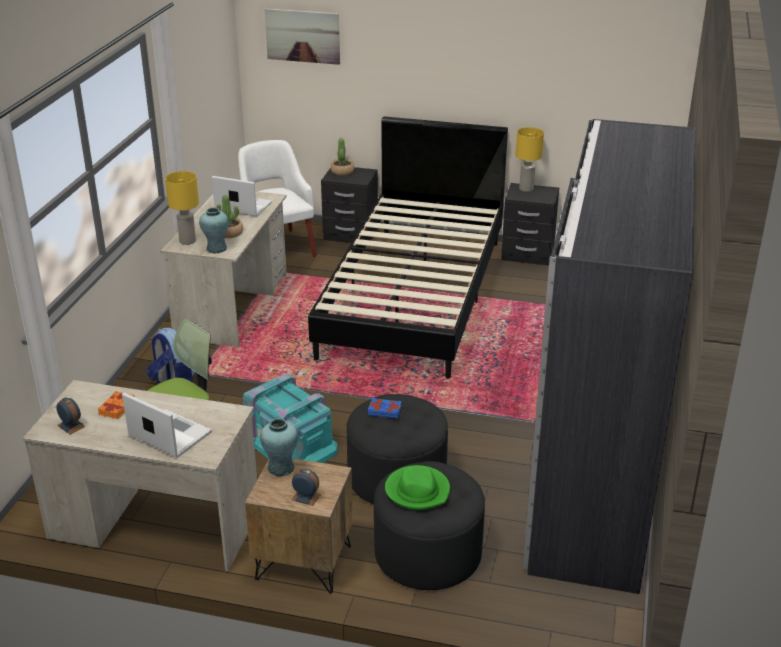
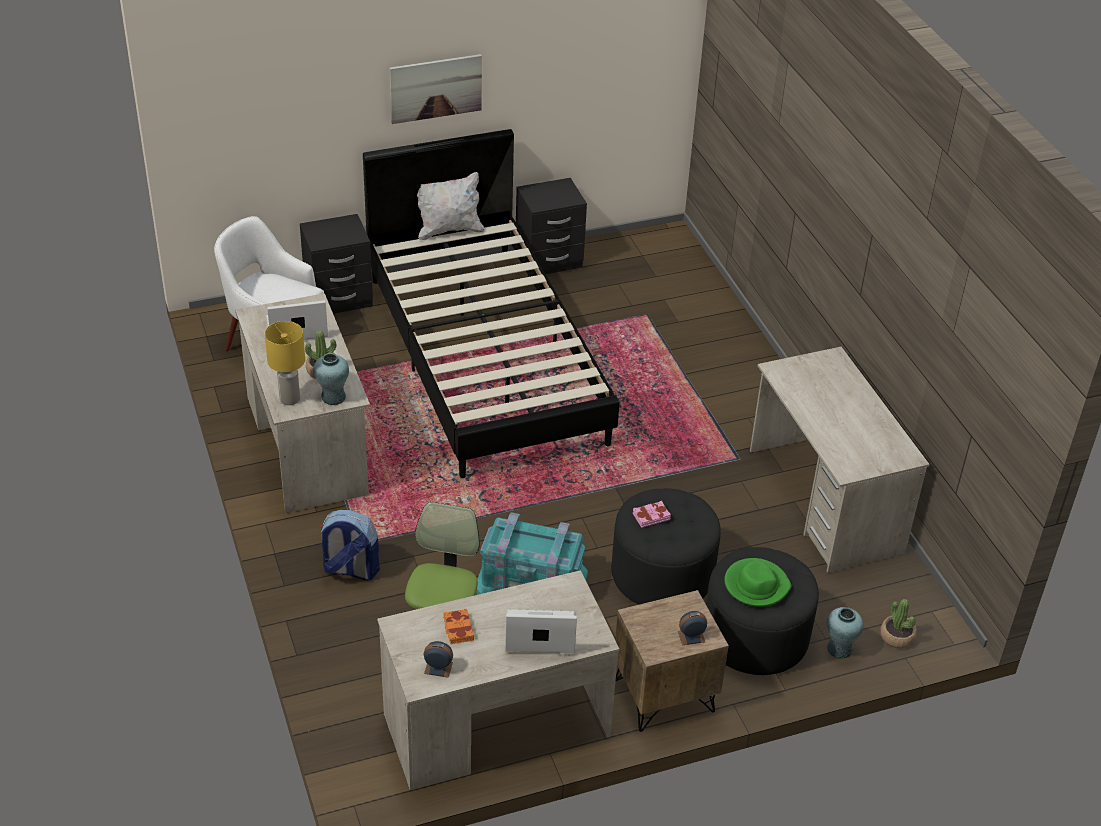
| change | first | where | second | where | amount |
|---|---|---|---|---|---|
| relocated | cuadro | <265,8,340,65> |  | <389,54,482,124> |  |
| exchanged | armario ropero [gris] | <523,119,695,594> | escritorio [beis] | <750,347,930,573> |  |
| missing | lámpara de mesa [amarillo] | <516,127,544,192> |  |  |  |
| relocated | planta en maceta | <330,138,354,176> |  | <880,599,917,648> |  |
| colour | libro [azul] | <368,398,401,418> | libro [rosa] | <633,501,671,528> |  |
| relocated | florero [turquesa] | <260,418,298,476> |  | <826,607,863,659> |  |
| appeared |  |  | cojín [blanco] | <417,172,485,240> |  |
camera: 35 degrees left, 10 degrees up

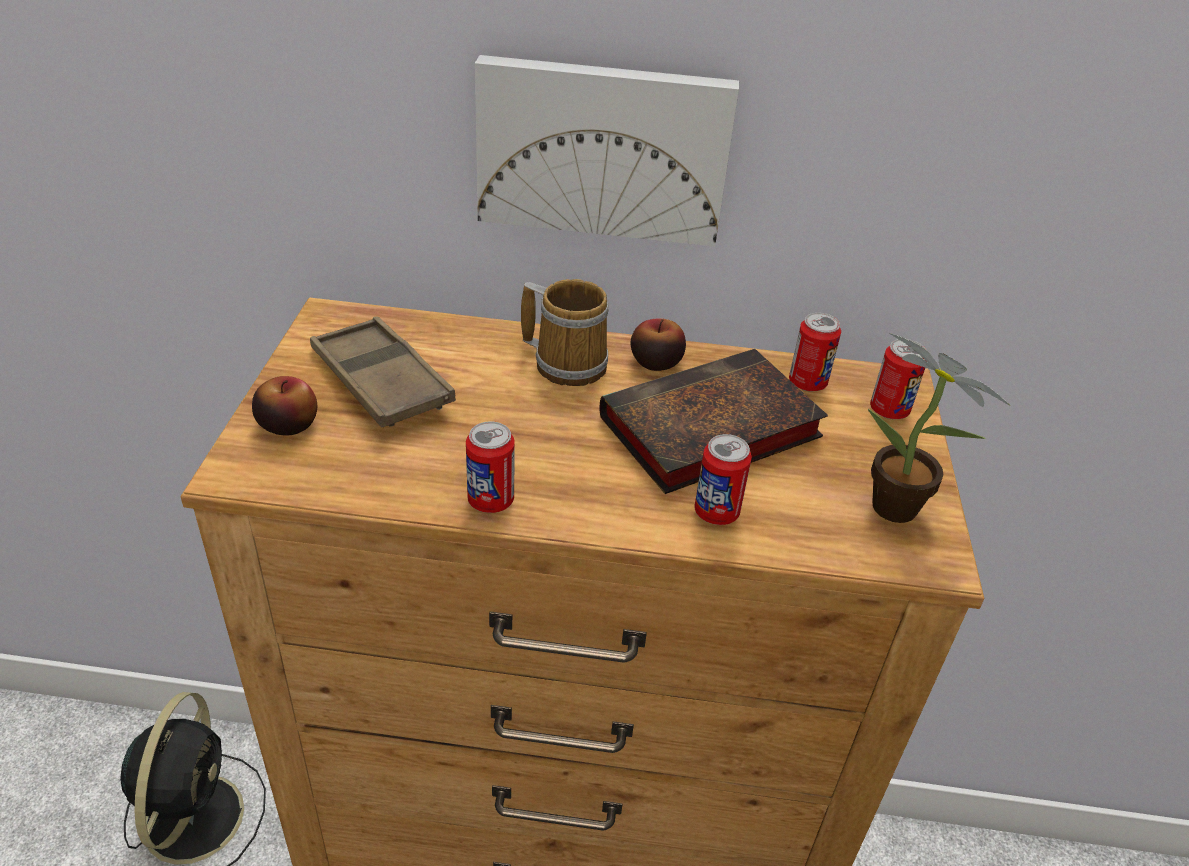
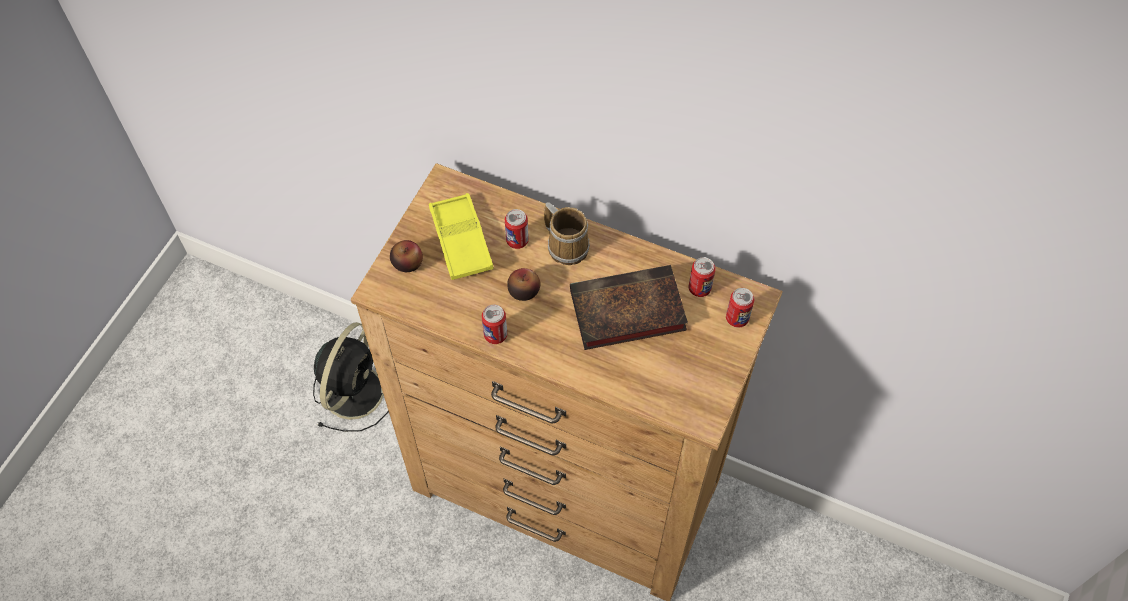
| change | first | where | second | where | amount |
|---|---|---|---|---|---|
| missing | cuadro | <475,55,739,246> |  |  |  |
| colour | bandeja [marrón] | <310,316,456,428> | bandeja [amarillo] | <429,193,494,280> |  |
| relocated | manzana | <631,318,686,371> |  | <507,268,541,301> |  |
| missing | planta en maceta | <868,333,1011,523> |  |  |  |
| relocated | lata | <694,434,752,525> |  | <505,209,529,249> |  |
camera: 20 degrees right, 20 degrees up

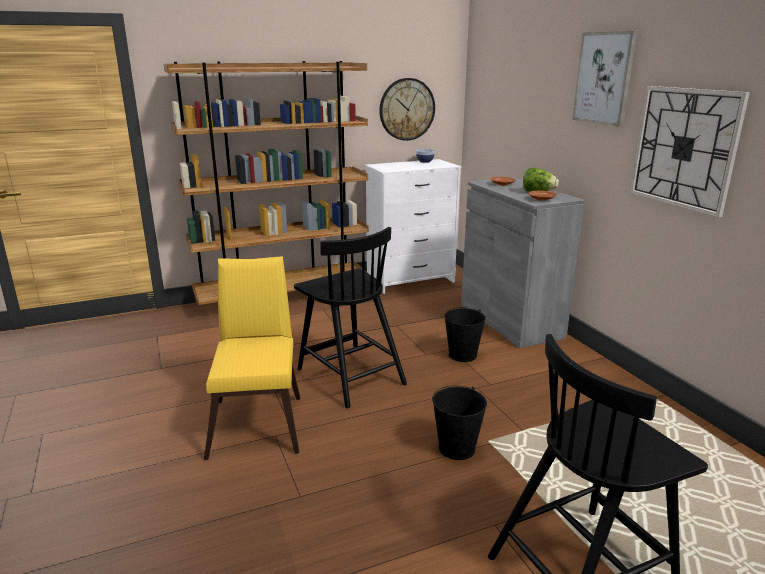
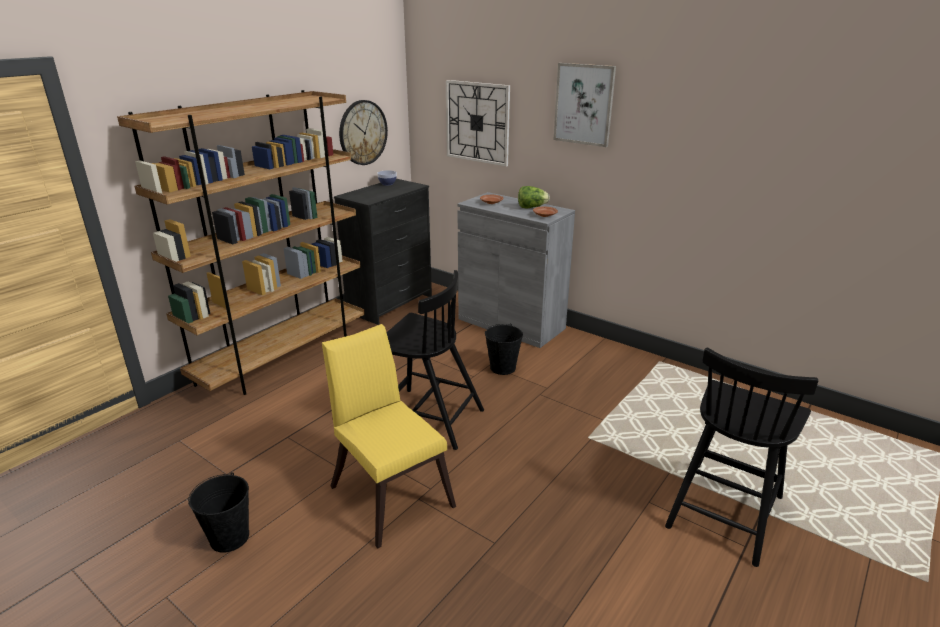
| change | first | where | second | where | amount |
|---|---|---|---|---|---|
| relocated | reloj de pared | <630,86,750,218> |  | <446,80,510,167> |  |
| colour | cómoda [blanco] | <365,159,461,294> | cómoda [negro] | <334,179,432,325> |  |
| relocated | cubo [negro] | <432,386,487,460> |  | <188,472,249,553> |  |
camera: 30 degrees left, 5 degrees up

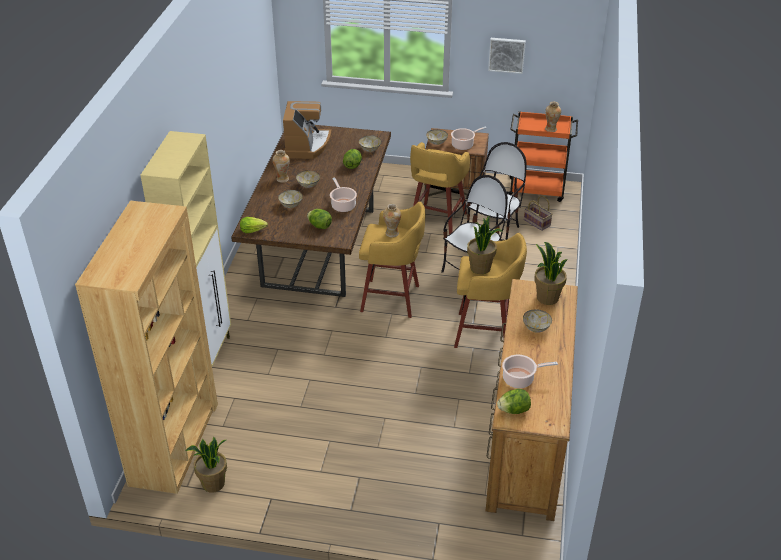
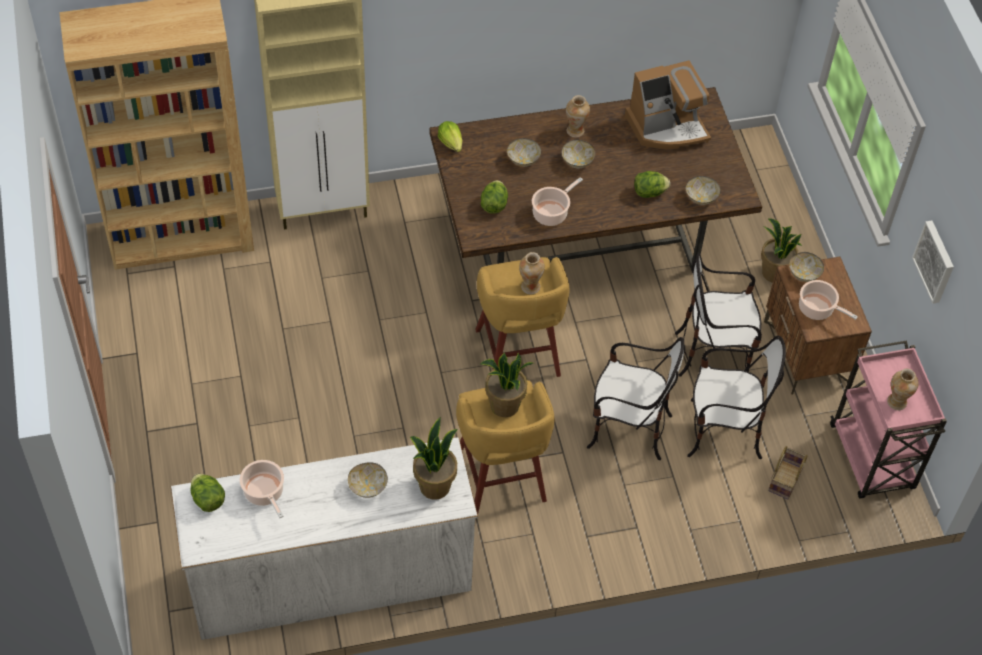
| change | first | where | second | where | amount |
|---|---|---|---|---|---|
| colour | carrito [naranja] | <507,111,578,202> | carrito [rosa] | <830,341,947,498> |  |
| exchanged | taburete [amarillo] | <410,142,470,235> | silla | <675,252,762,377> |  |
| colour | cómoda [marrón] | <485,279,578,521> | cómoda [blanco] | <171,437,478,640> |  |
| relocated | planta en maceta | <185,436,227,493> |  | <761,219,802,283> |  |
camera: 65 degrees right, 15 degrees up

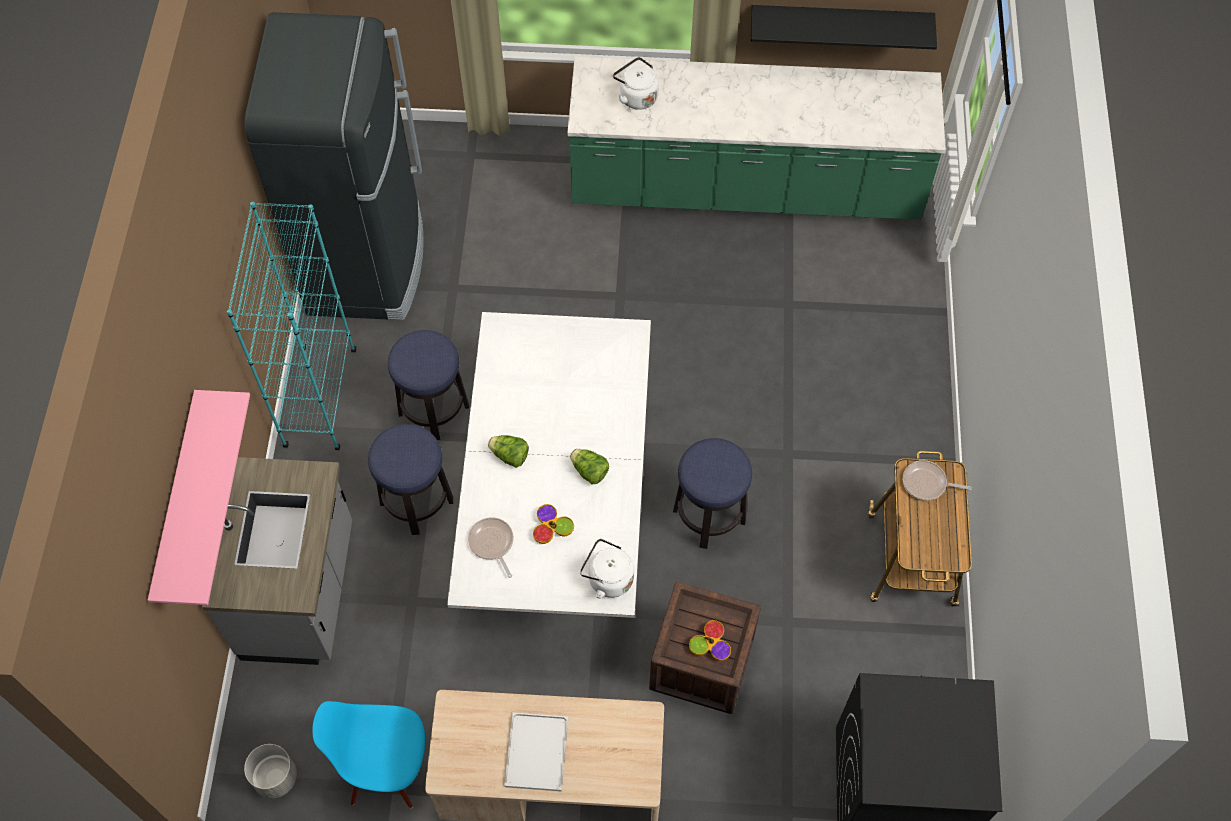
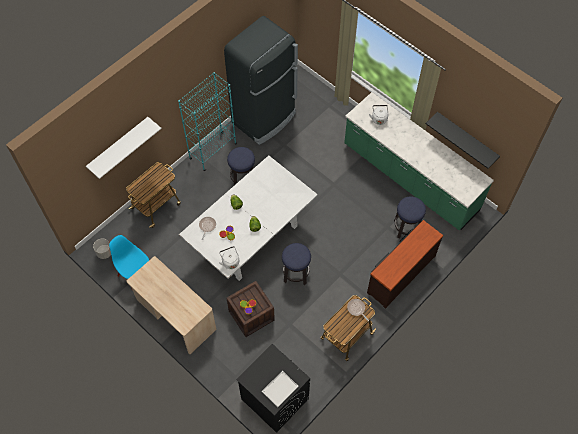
| change | first | where | second | where | amount |
|---|---|---|---|---|---|
| colour | estante [rosa] | <148,390,250,605> | estante [blanco] | <86,117,161,179> |  |
| relocated | taburete | <368,424,453,535> |  | <394,196,426,239> |  |
| exchanged | mueble bajo de cocina [gris] | <202,457,352,665> | carrito | <126,162,181,228> |  |
| relocated | bandeja [blanco] | <504,712,568,792> |  | <262,371,299,407> |  |
| appeared |  |  | cómoda [marrón] | <367,220,443,309> |  |
camera: 40 degrees right, 0 degrees up

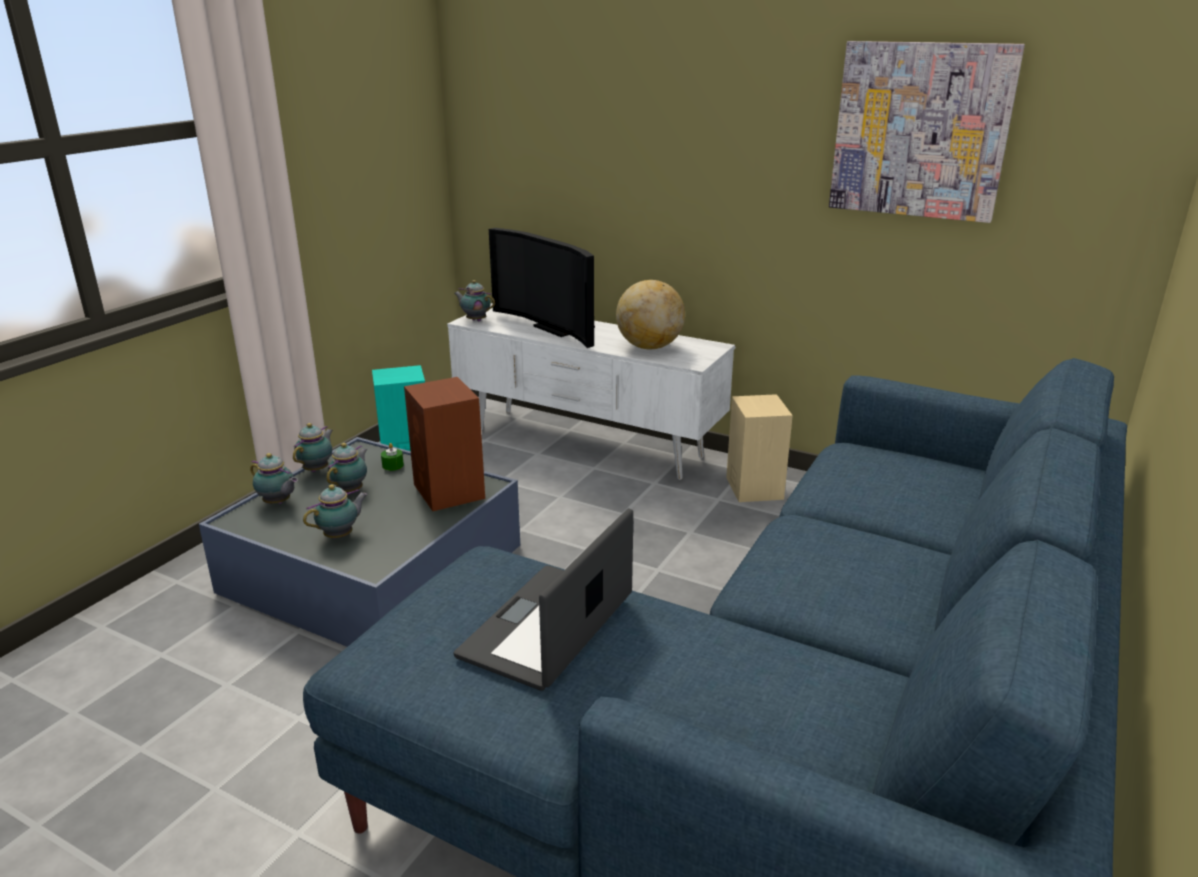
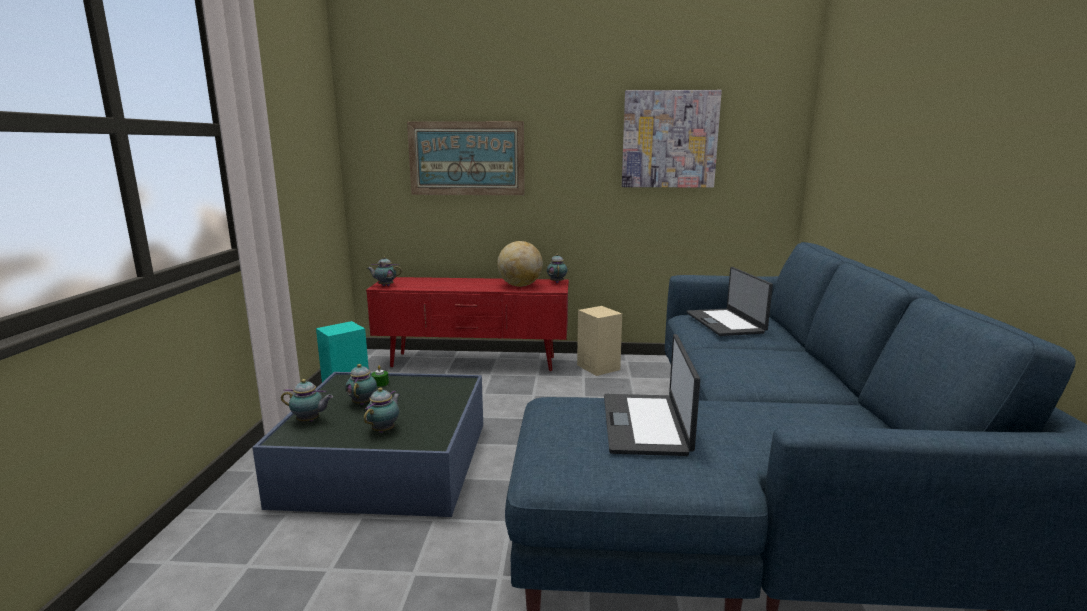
| change | first | where | second | where | amount |
|---|---|---|---|---|---|
| missing | televisor | <489,228,595,348> |  |  |  |
| colour | mueble de televisión [blanco] | <447,303,736,480> | mueble de televisión [rojo] | <366,277,569,371> |  |
| missing | altavoz [marrón] | <404,377,485,511> |  |  |  |
| relocated | tetera | <293,423,333,472> |  | <547,254,568,283> |  |
| appeared |  |  | cuadro | <407,121,525,195> |  |
| appeared |  |  | portátil | <686,267,773,336> |  |
camera: 25 degrees left, 10 degrees down

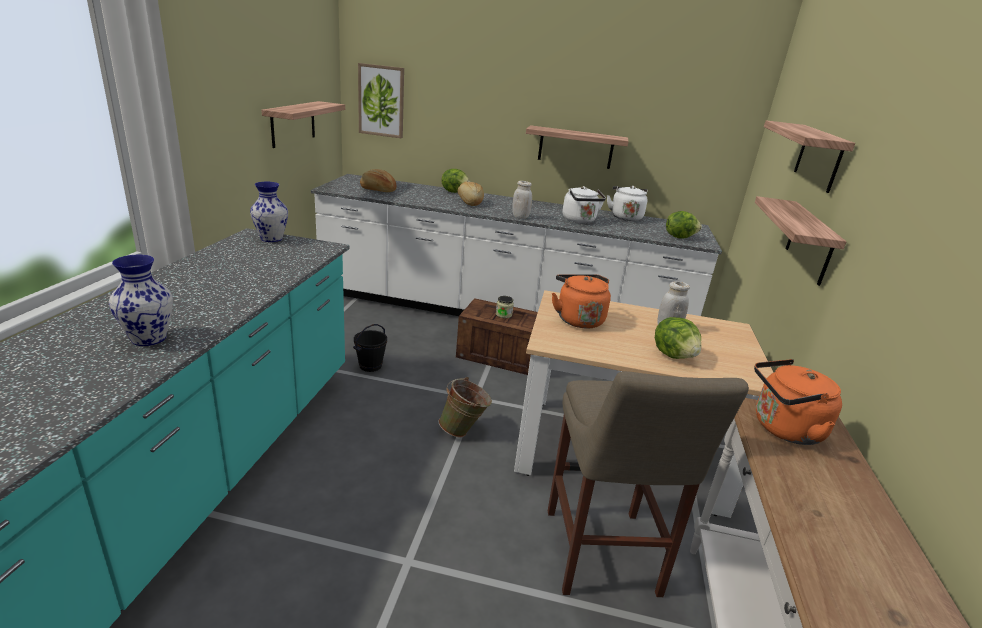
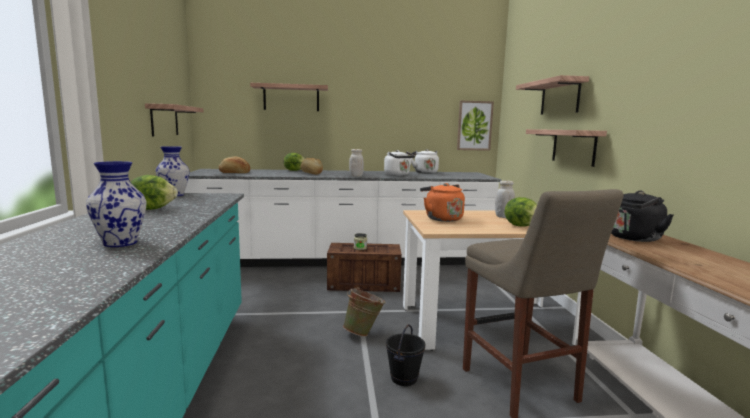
| change | first | where | second | where | amount |
|---|---|---|---|---|---|
| relocated | cuadro | <358,63,404,138> |  | <457,101,494,151> |  |
| relocated | estante | <526,125,629,169> |  | <250,83,328,111> |  |
| relocated | lechuga | <666,211,702,239> |  | <131,175,178,210> |  |
| relocated | cubo [negro] | <353,324,387,372> |  | <386,324,426,386> |  |
| colour | hervidor [naranja] | <754,359,842,445> | hervidor [negro] | <611,190,674,242> |  |
camera: 15 degrees left, 15 degrees down

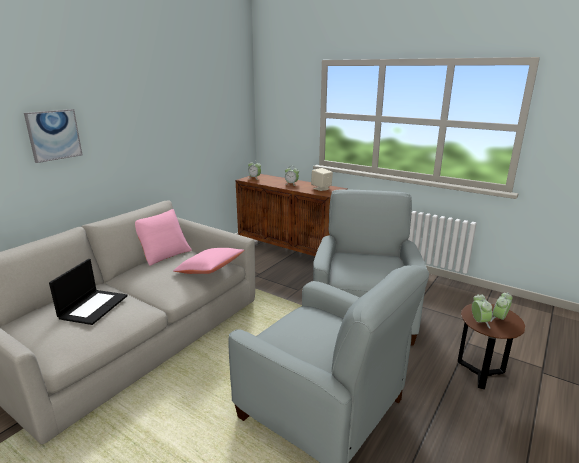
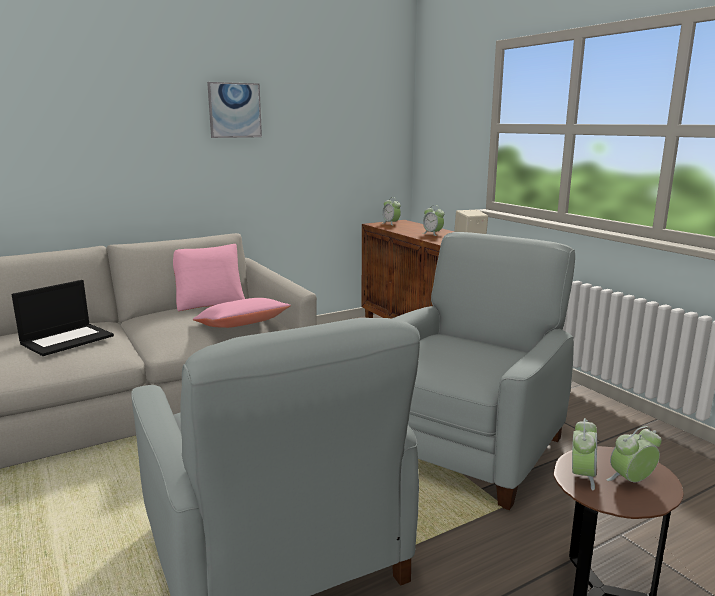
| change | first | where | second | where | amount |
|---|---|---|---|---|---|
| relocated | cuadro | <24,109,82,163> |  | <207,82,262,138> |  |
camera: 25 degrees right, 5 degrees down

